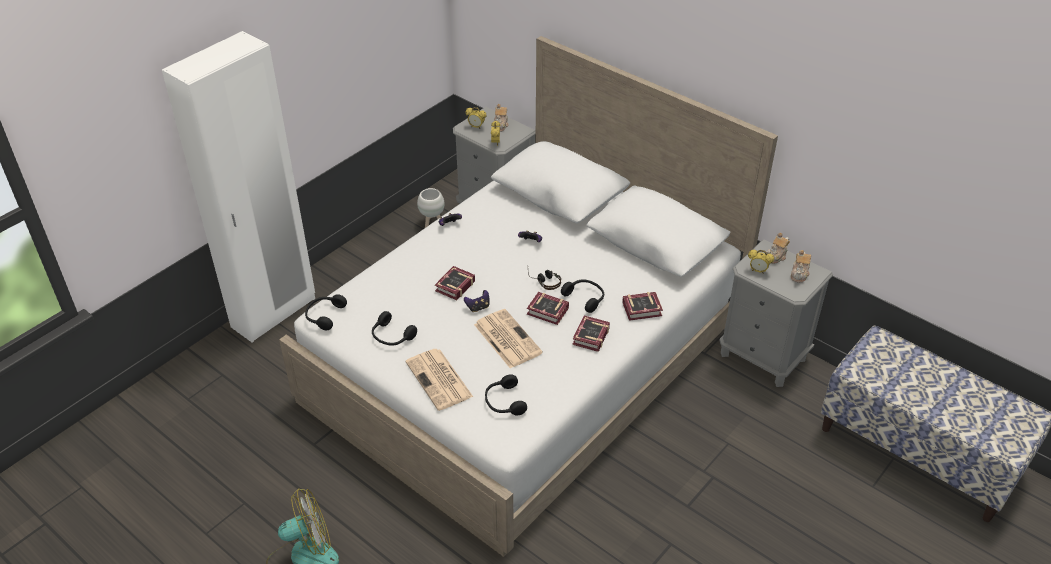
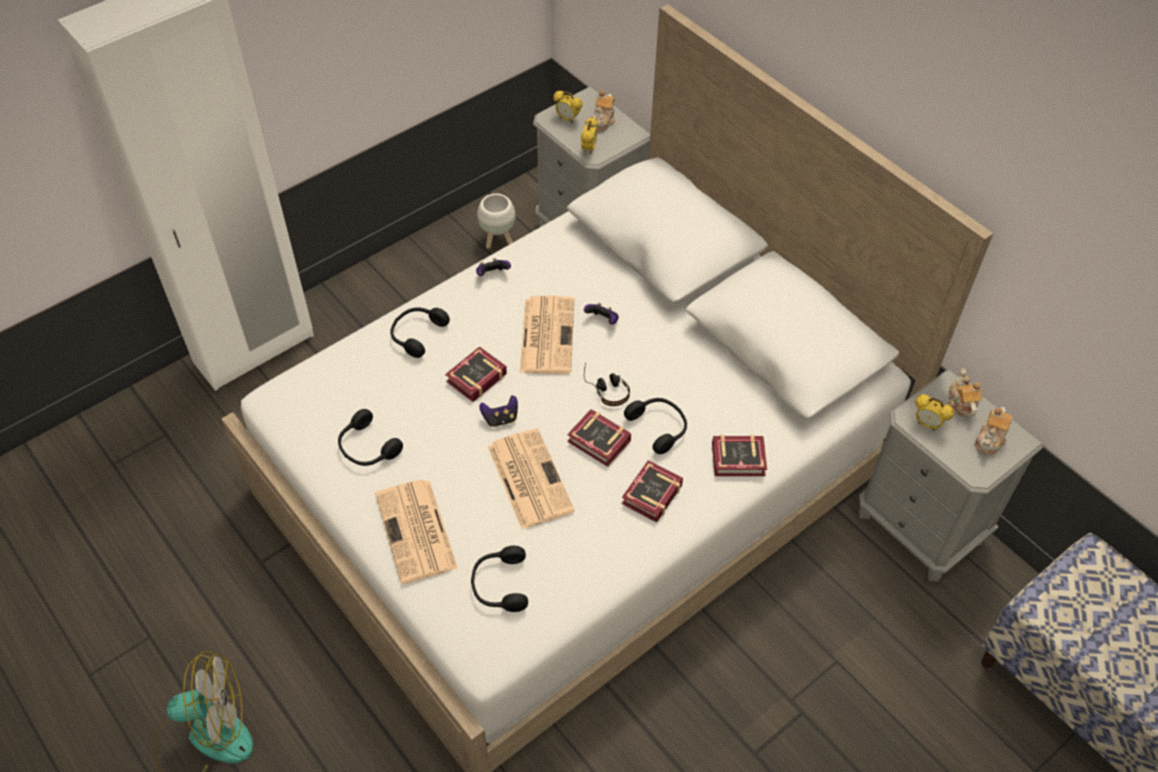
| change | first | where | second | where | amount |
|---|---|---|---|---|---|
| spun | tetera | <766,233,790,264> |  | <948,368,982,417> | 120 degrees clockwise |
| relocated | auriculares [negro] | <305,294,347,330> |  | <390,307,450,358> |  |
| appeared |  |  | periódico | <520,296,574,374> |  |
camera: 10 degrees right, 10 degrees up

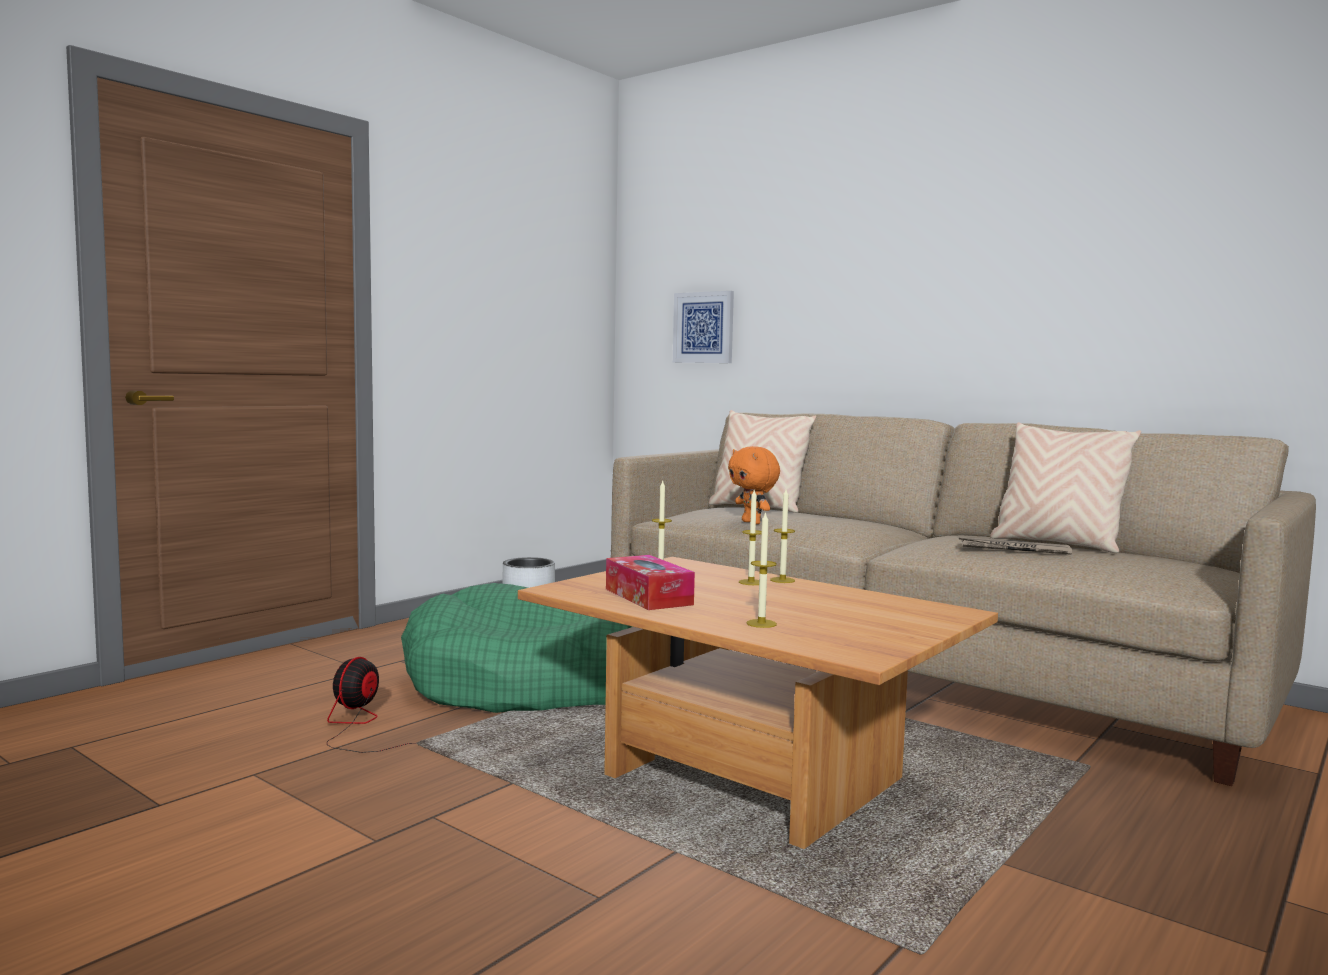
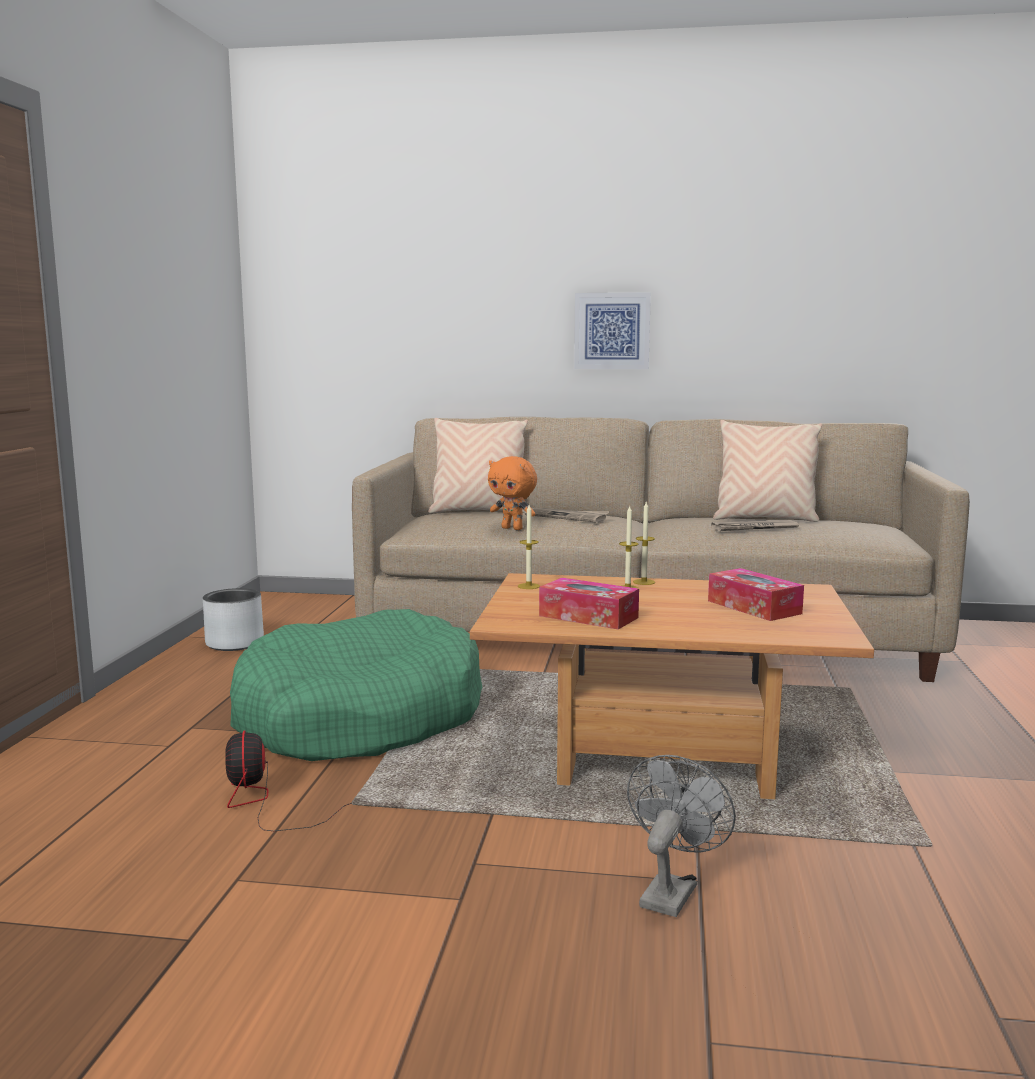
| change | first | where | second | where | amount |
|---|---|---|---|---|---|
| relocated | cuadro | <673,291,734,363> |  | <574,292,651,369> |  |
| missing | vela | <746,511,777,628> |  |  |  |
| appeared |  |  | periódico | <525,507,610,523> |  |
| appeared |  |  | caja de pañuelos | <708,568,804,621> |  |
| appeared |  |  | ventilador [gris] | <627,755,736,917> |  |
camera: 30 degrees left, 5 degrees up

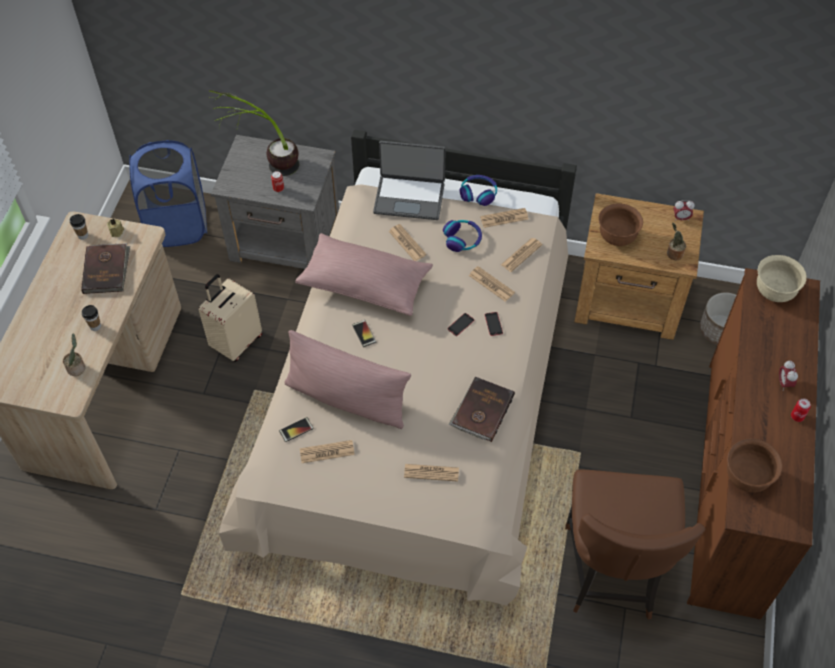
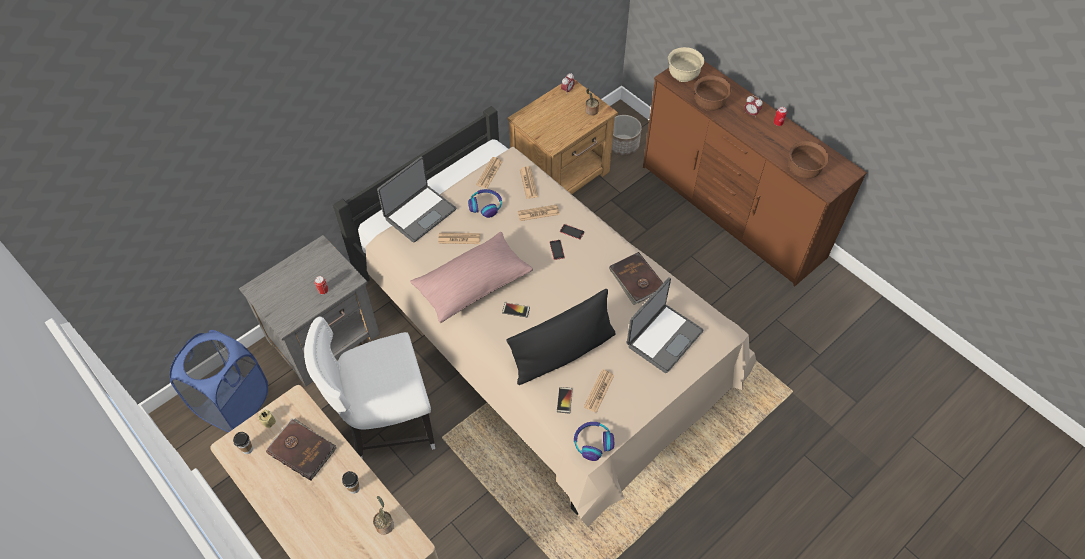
| change | first | where | second | where | amount |
|---|---|---|---|---|---|
| missing | planta en maceta | <209,90,299,176> |  |  |  |
| relocated | auriculares | <460,175,497,206> |  | <574,422,614,461> |  |
| relocated | cuenco [marrón] | <598,203,643,246> |  | <694,76,732,111> |  |
| exchanged | maleta [beis] | <199,274,262,362> | silla [blanco] | <304,316,435,458> |  |
| colour | cojín [rosa] | <284,330,411,429> | cojín [negro] | <506,289,616,385> |  |
| exchanged | periódico | <404,464,459,482> | portátil | <627,277,703,373> |  |
| missing | silla [marrón] | <565,470,706,620> |  |  |  |
camera: 55 degrees left, 0 degrees up

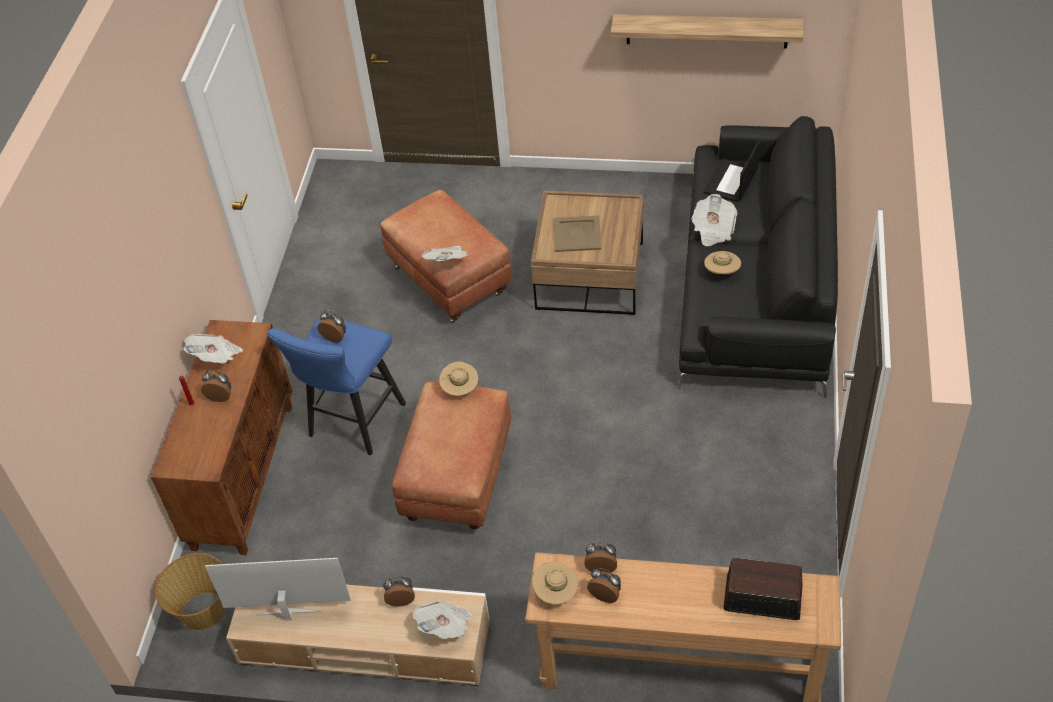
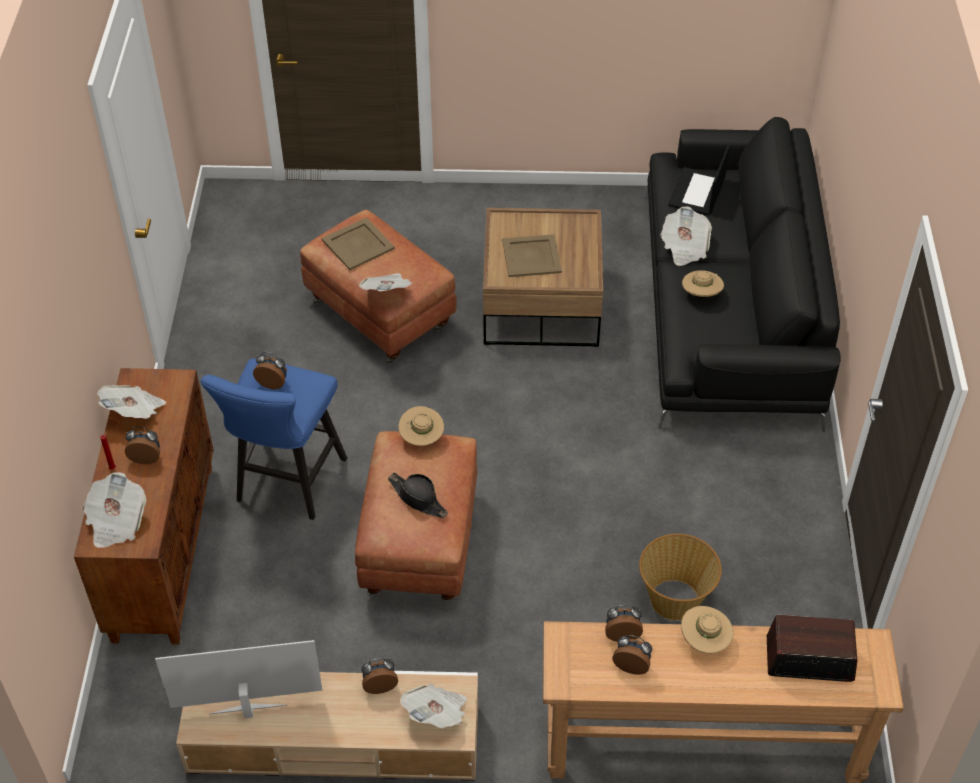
| change | first | where | second | where | amount |
|---|---|---|---|---|---|
| missing | estante | <611,14,803,49> |  |  |  |
| relocated | cesta | <155,553,225,630> |  | <639,534,722,620> |  |
| relocated | sombrero [beis] | <532,562,578,605> |  | <681,606,733,654> |  |
| appeared |  |  | bandeja [beis] | <322,218,395,270> |  |
| appeared |  |  | periódico | <83,472,147,548> |  |
| appeared |  |  | sombrero [negro] | <388,472,448,518> |  |
camera: 10 degrees left, 0 degrees up

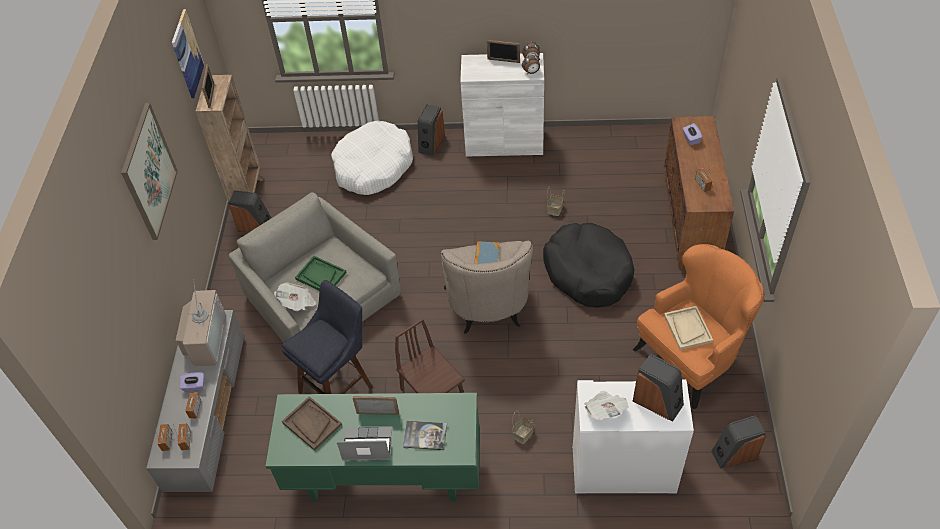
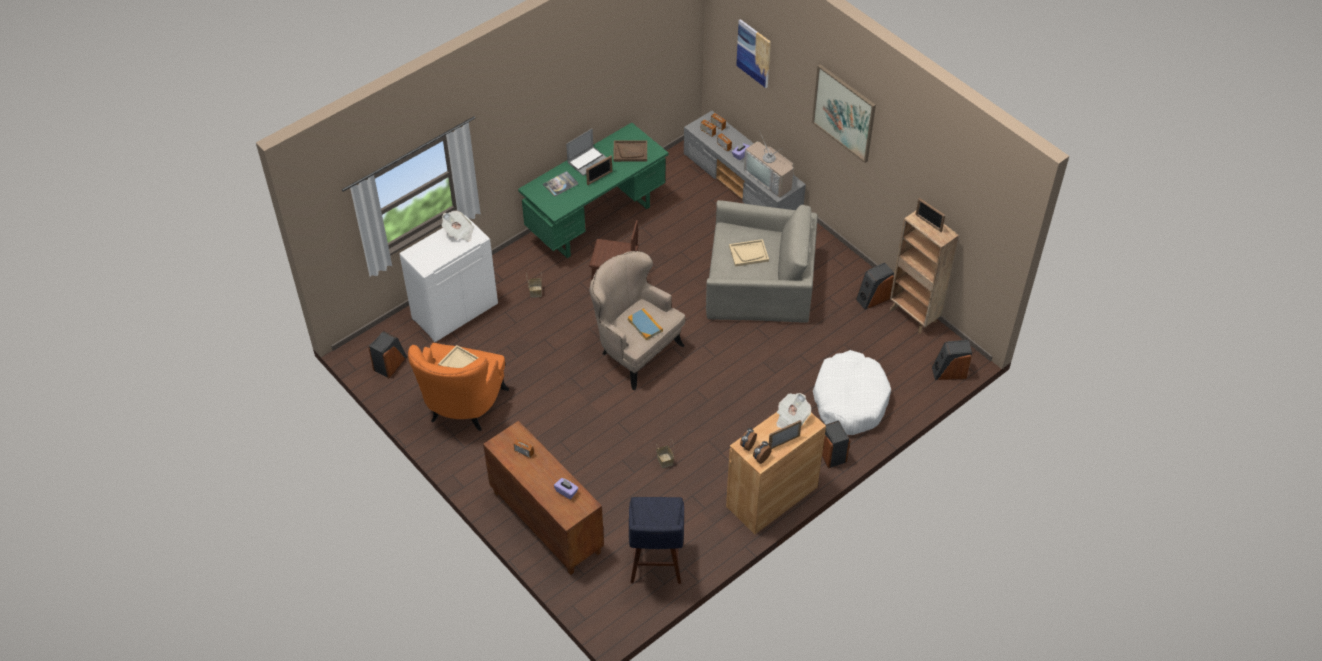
| change | first | where | second | where | amount |
|---|---|---|---|---|---|
| relocated | cuadro | <172,9,204,98> |  | <736,19,771,88> |  |
| colour | armario [blanco] | <460,53,544,157> | armario [marrón] | <726,412,826,534> |  |
| missing | cama para perro [negro] | <543,223,635,307> |  |  |  |
| colour | bandeja [verde] | <295,256,347,291> | bandeja [beis] | <729,239,769,266> |  |
| relocated | taburete [azul] | <282,280,373,394> |  | <629,497,684,584> |  |
| relocated | periódico | <274,282,316,311> |  | <776,393,811,428> |  |
| relocated | altavoz | <633,353,684,422> |  | <932,340,972,380> |  |
camera: 135 degrees right, 0 degrees up

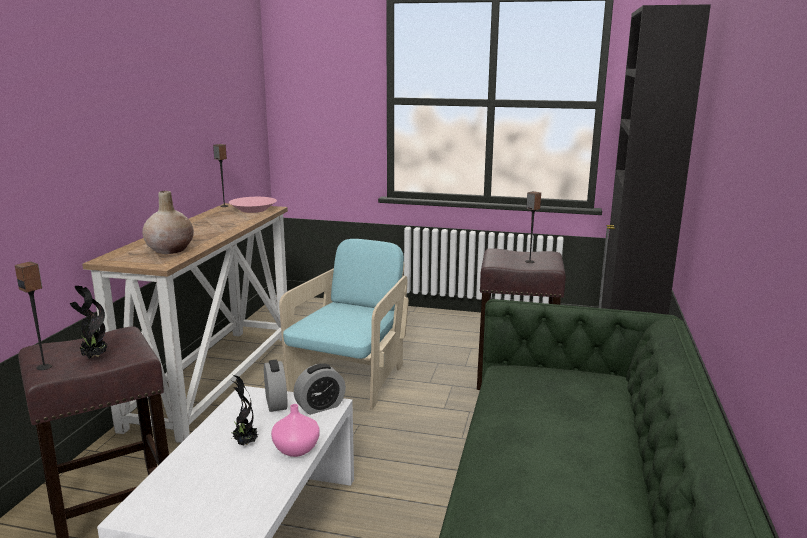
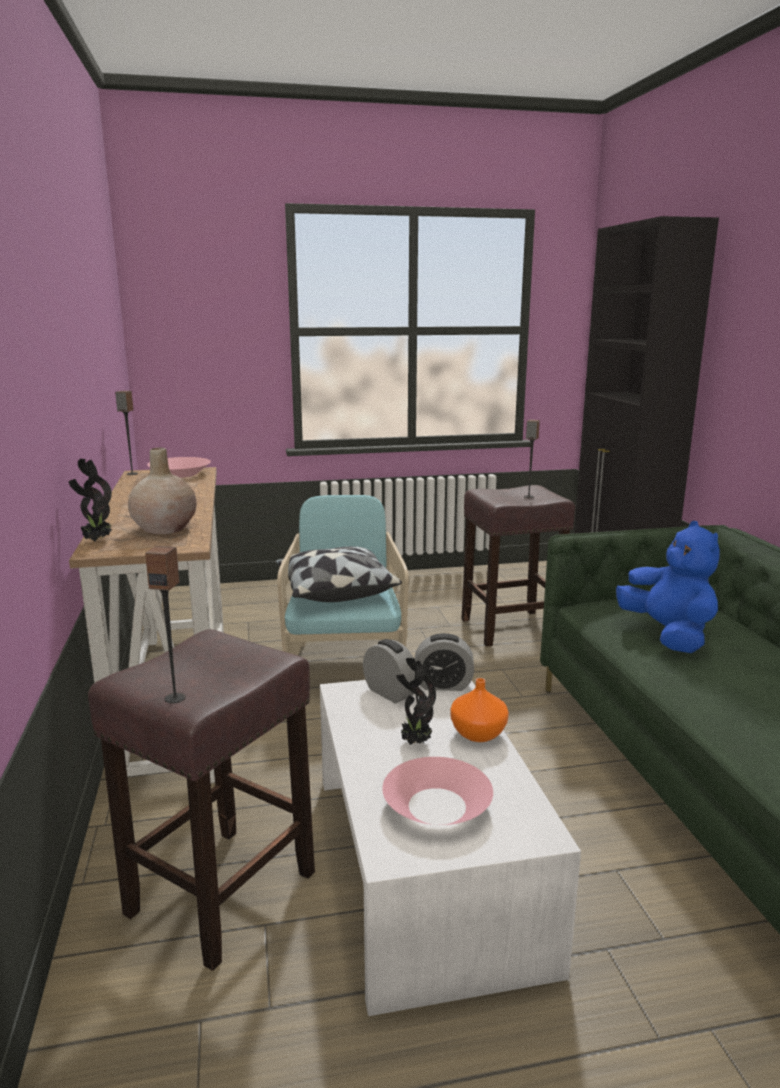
| change | first | where | second | where | amount |
|---|---|---|---|---|---|
| relocated | planta en maceta | <70,286,107,359> |  | <69,459,112,541> |  |
| spun | despertador | <294,364,346,415> |  | <415,633,474,691> | 60 degrees clockwise |
| colour | florero [rosa] | <271,404,320,457> | florero [naranja] | <450,678,509,742> |  |
| appeared |  |  | peluche [azul] | <616,521,720,653> |  |
| appeared |  |  | cojín | <275,546,402,602> |  |
| appeared |  |  | cuenco [rosa] | <382,757,493,825> |  |
camera: 25 degrees left, 0 degrees up

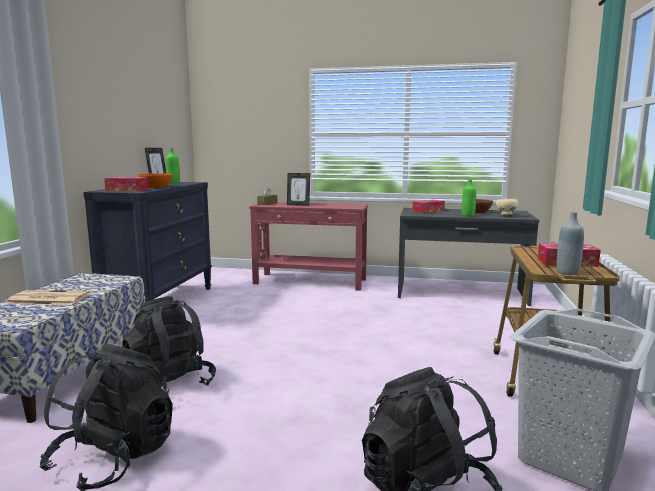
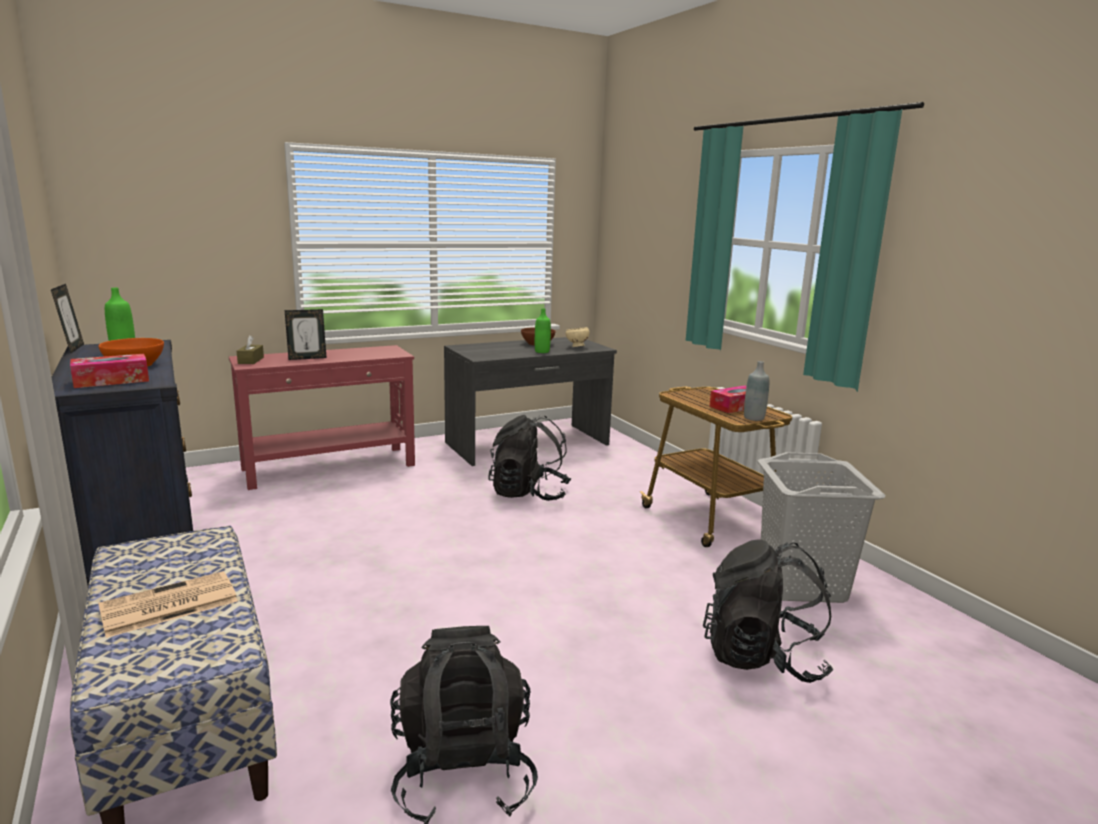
| change | first | where | second | where | amount |
|---|---|---|---|---|---|
| missing | caja de pañuelos | <412,200,445,213> |  |  |  |
| relocated | mochila [negro] | <122,296,216,392> |  | <488,415,571,501> |  |
camera: 40 degrees left, 5 degrees up

